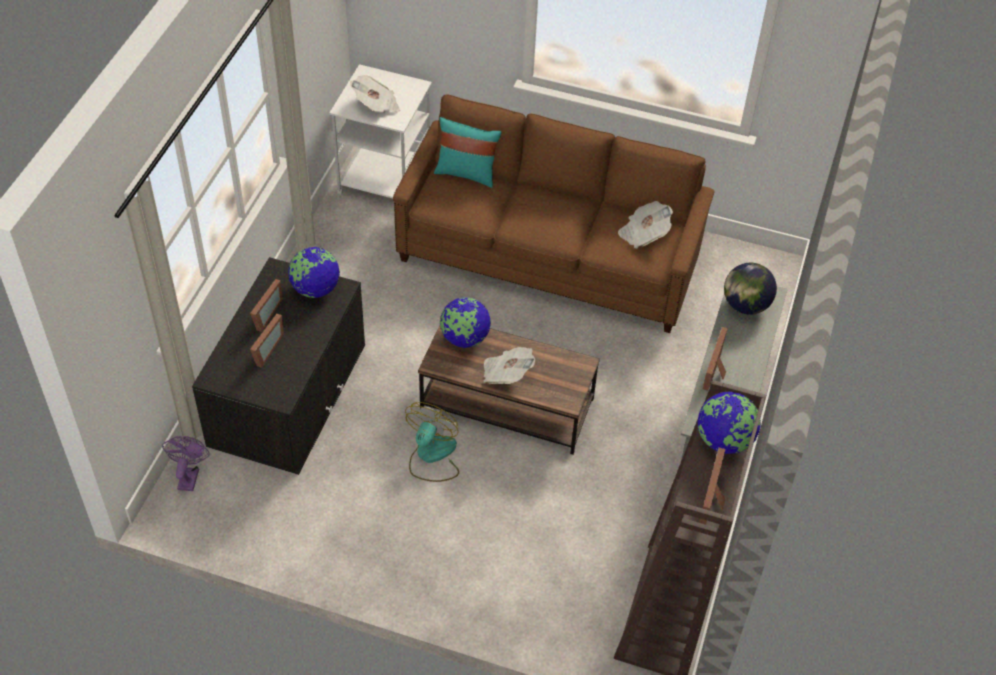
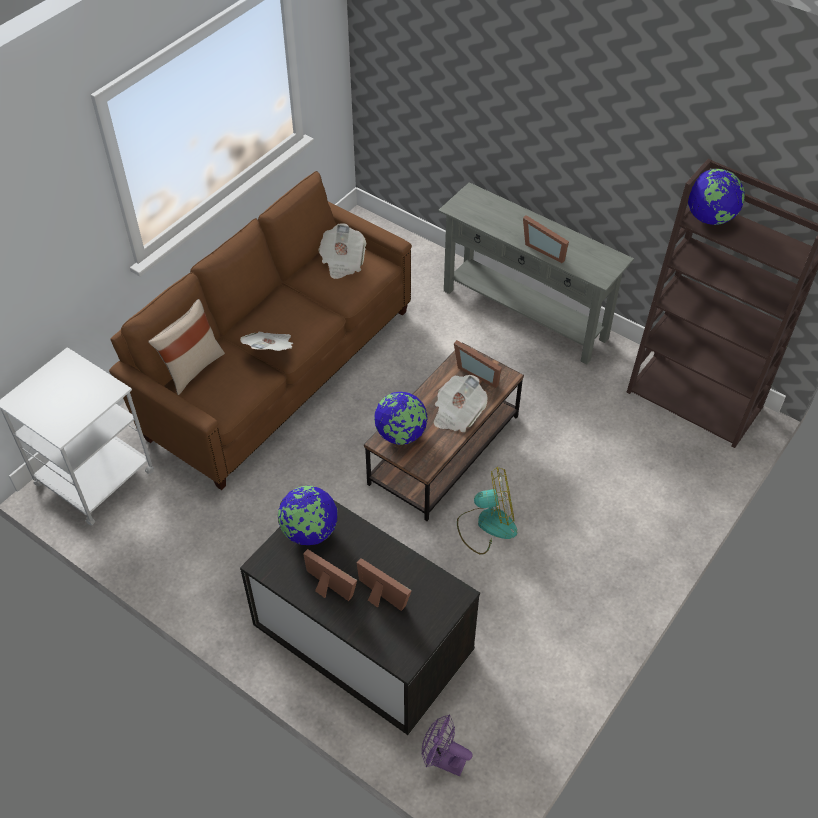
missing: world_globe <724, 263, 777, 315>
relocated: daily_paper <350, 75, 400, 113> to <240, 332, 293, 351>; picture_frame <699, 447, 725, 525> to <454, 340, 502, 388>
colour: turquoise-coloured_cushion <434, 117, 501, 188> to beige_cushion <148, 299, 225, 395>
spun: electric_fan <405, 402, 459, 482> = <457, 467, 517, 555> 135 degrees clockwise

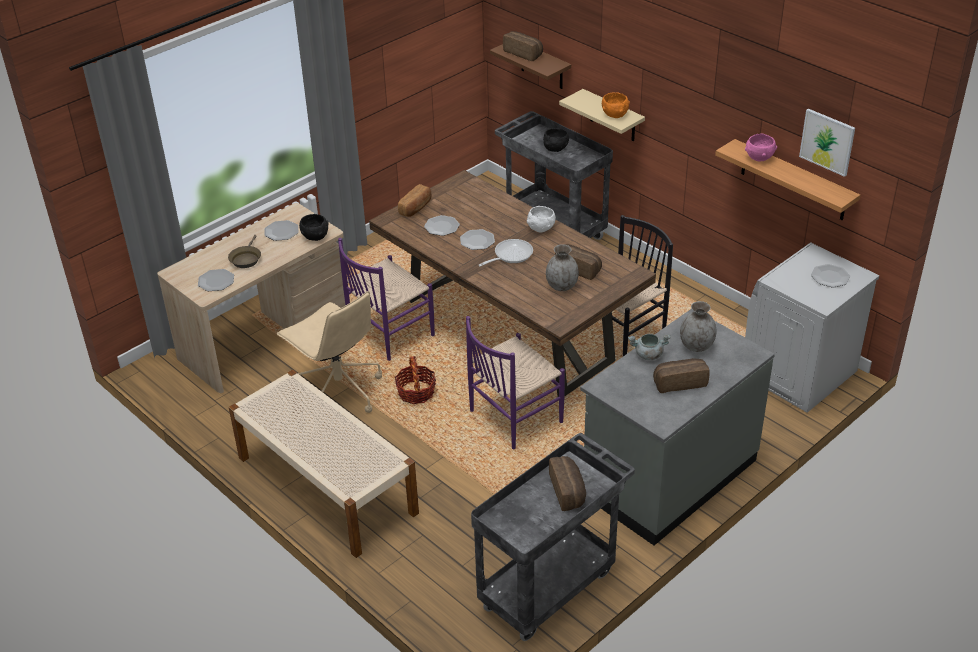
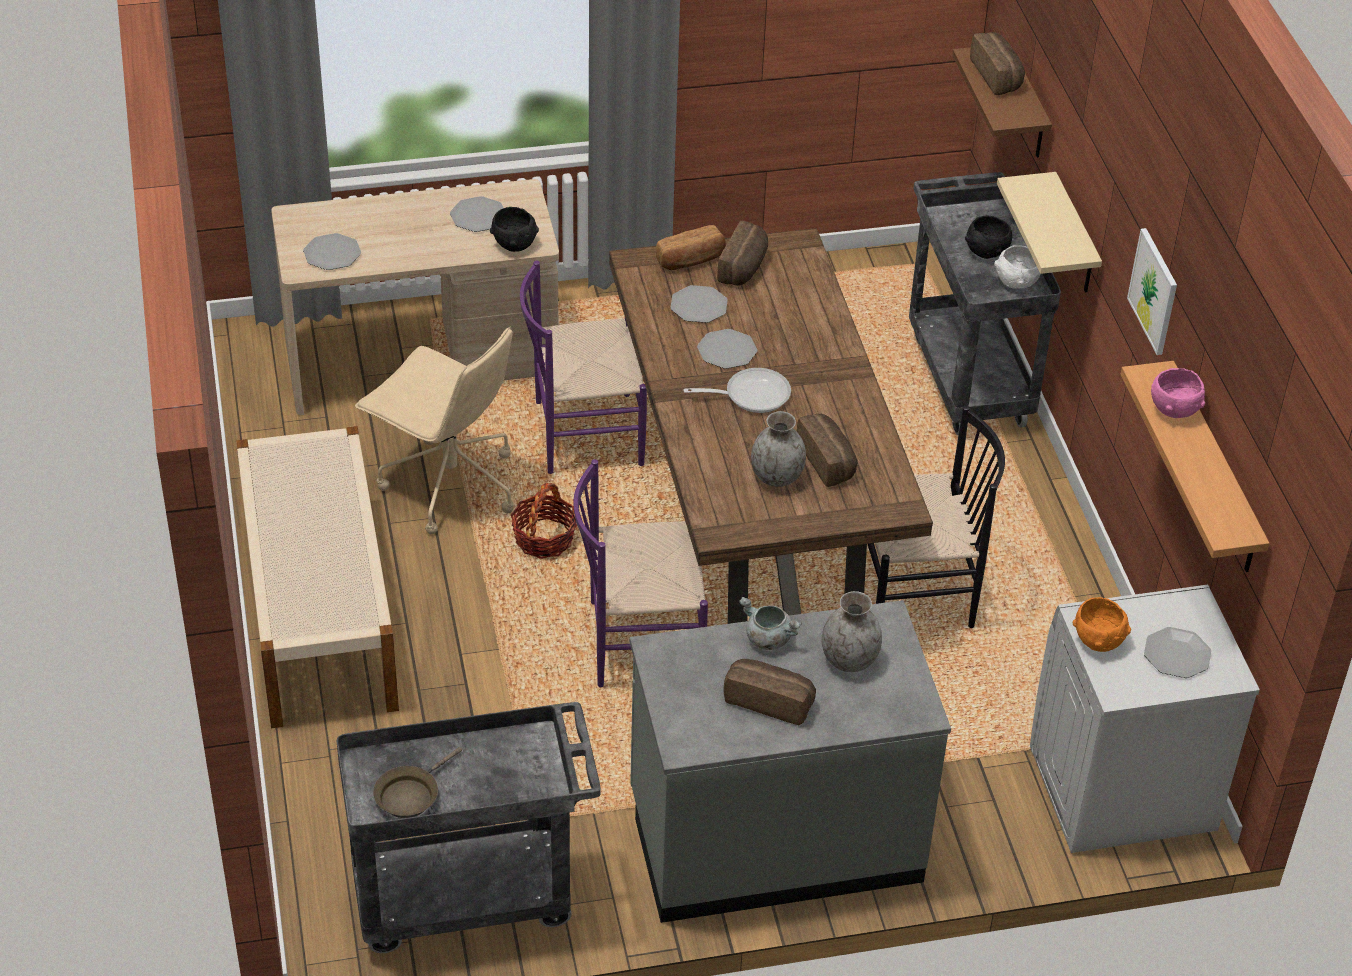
relocated: orange-coloured_serving_bowl <602, 92, 630, 118> to <1073, 597, 1131, 652>; wall_picture <799, 109, 855, 177> to <1127, 228, 1177, 355>; white-coloured_serving_bowl <527, 206, 556, 232> to <994, 245, 1041, 288>; brown_frying_pan <228, 235, 261, 268> to <373, 747, 462, 818>; baked_bread <549, 456, 586, 511> to <717, 221, 768, 286>
spun: beige_desk_chair <277, 291, 382, 415> = <355, 326, 514, 534> 45 degrees counterclockwise

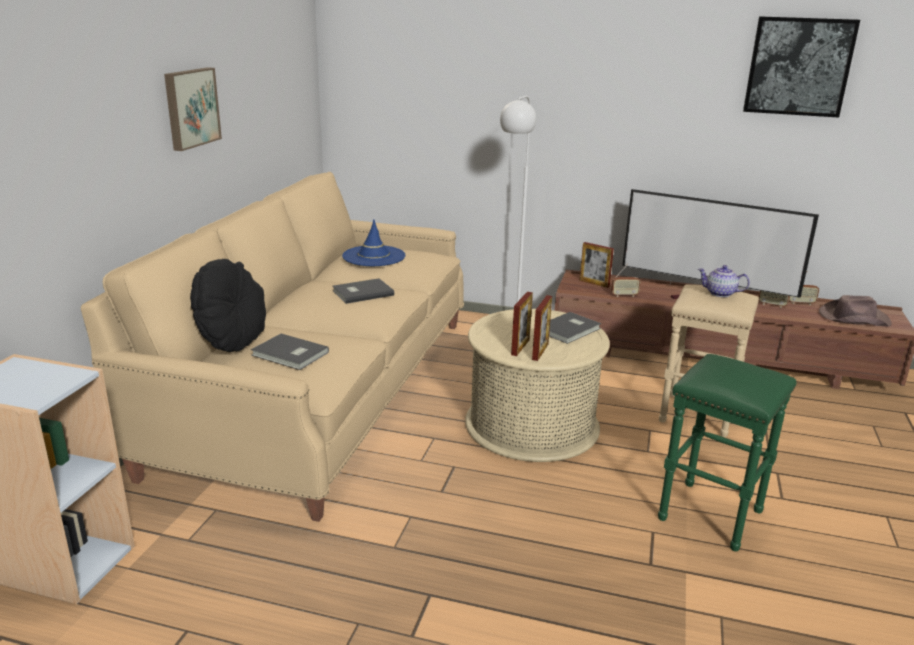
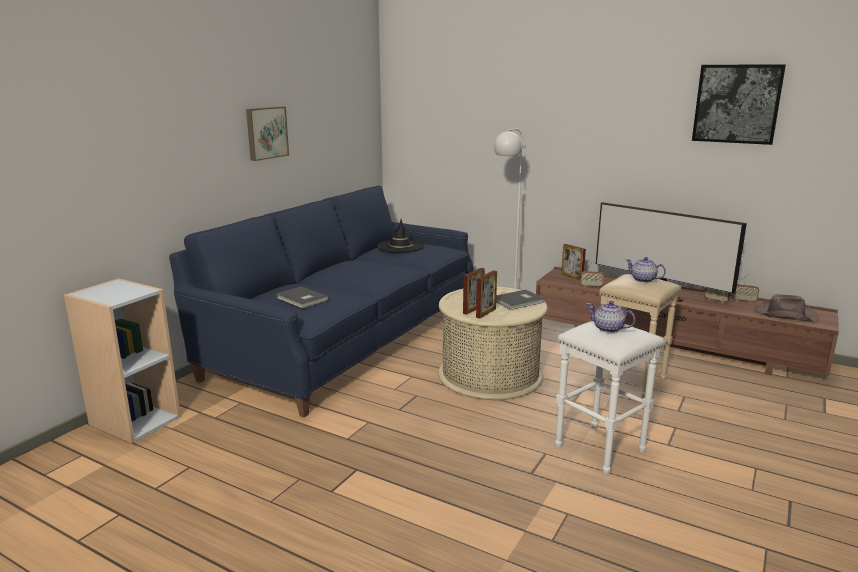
missing: blackish_cushion <190, 259, 266, 352>; grey_book <333, 278, 394, 304>
appeared: pot_for_tea <587, 301, 636, 333>
colour: beige_sofa <81, 172, 464, 522> to blue_sofa <169, 186, 474, 417>; blue_wearable_hat <342, 219, 405, 266> to blackish_wearable_hat <377, 219, 424, 253>; greenish_stool <658, 354, 796, 551> to white-coloured_stool <555, 321, 664, 474>

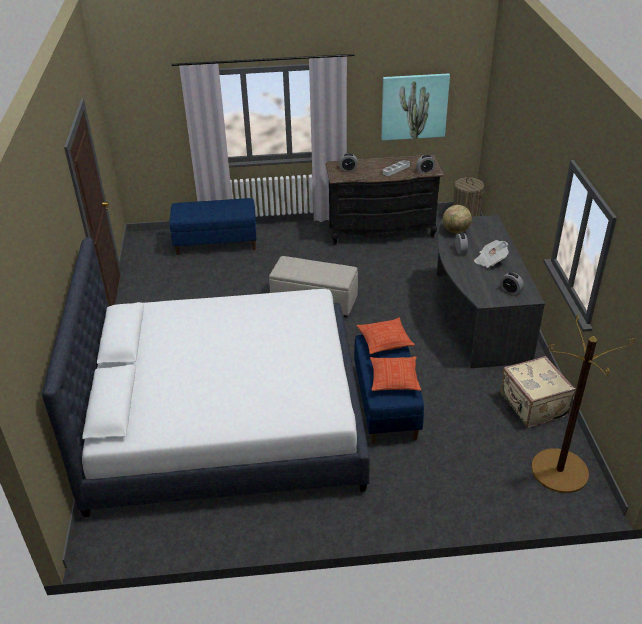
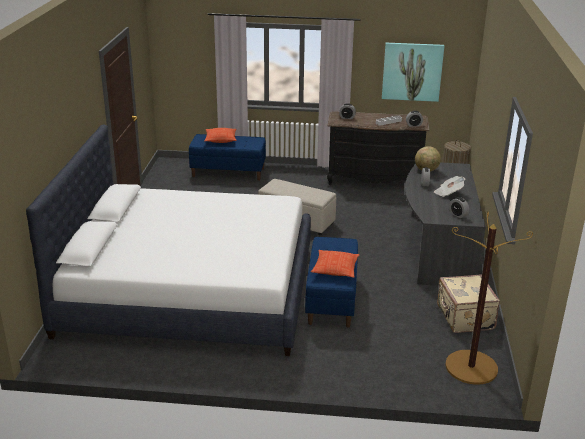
relocated: orange-coloured_cushion <357, 318, 415, 354> to <204, 128, 237, 143>

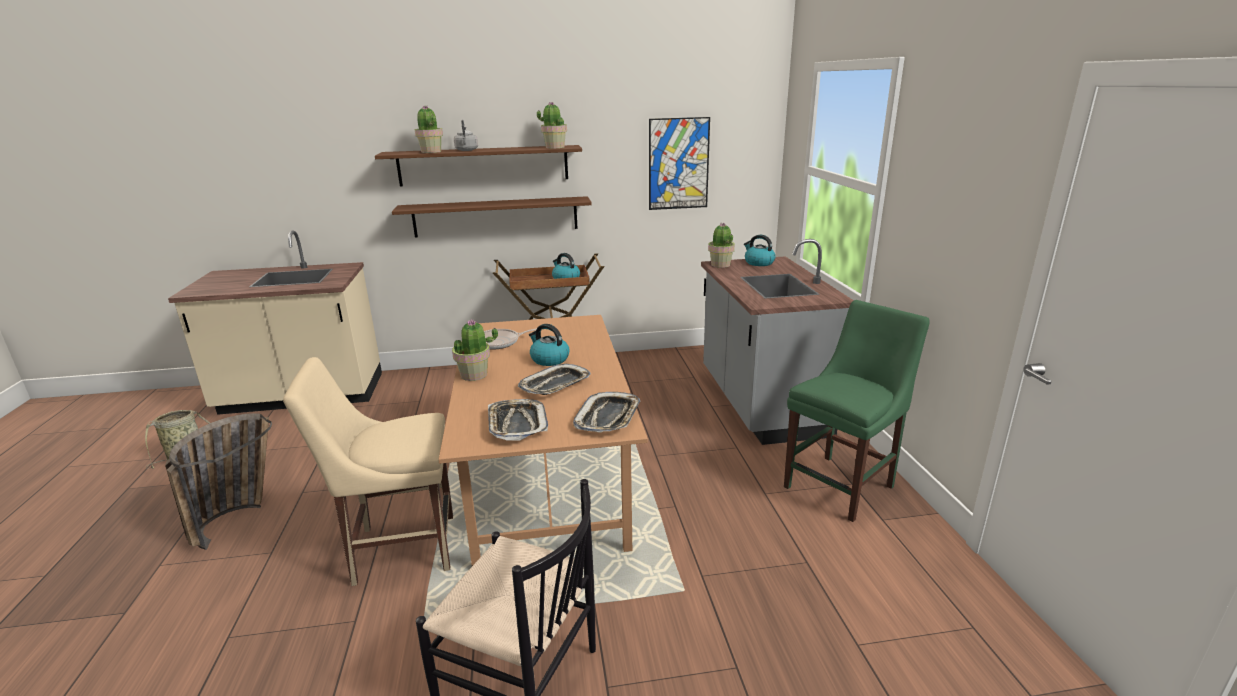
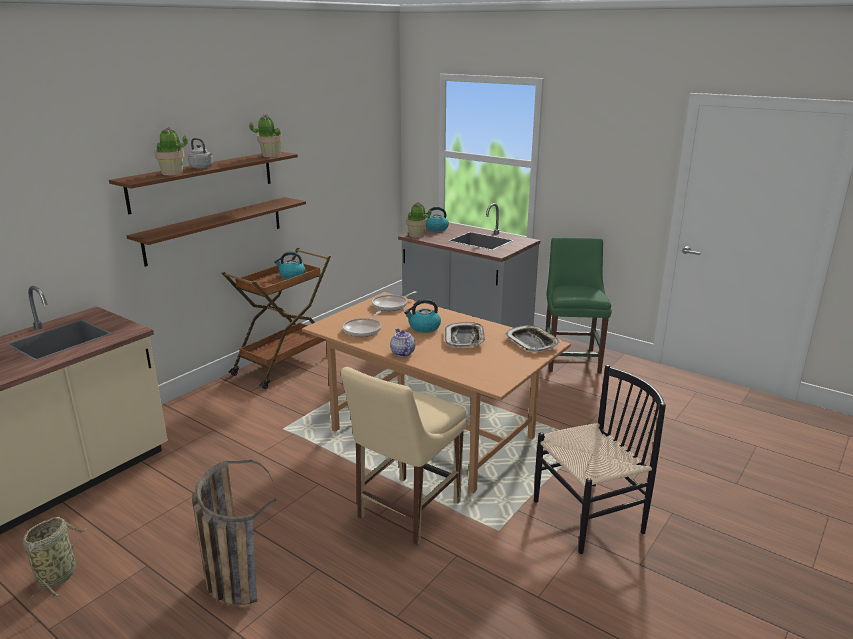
missing: wall_picture <649, 117, 710, 210>; carrying_tray <488, 399, 548, 441>
appeared: frying_pan <372, 291, 417, 311>
exchanged: houseplant <452, 319, 498, 381> to pot_for_tea <390, 329, 415, 357>

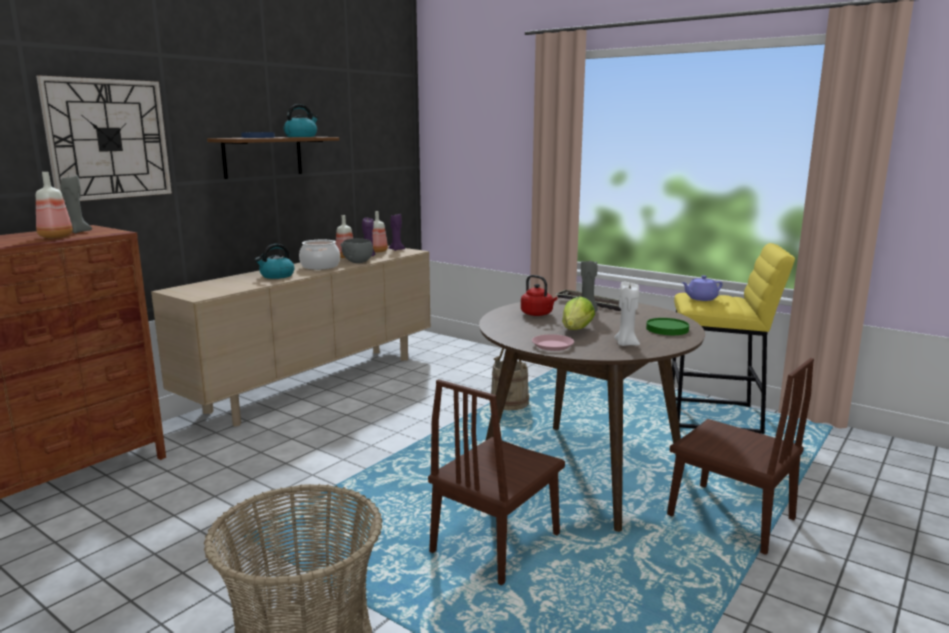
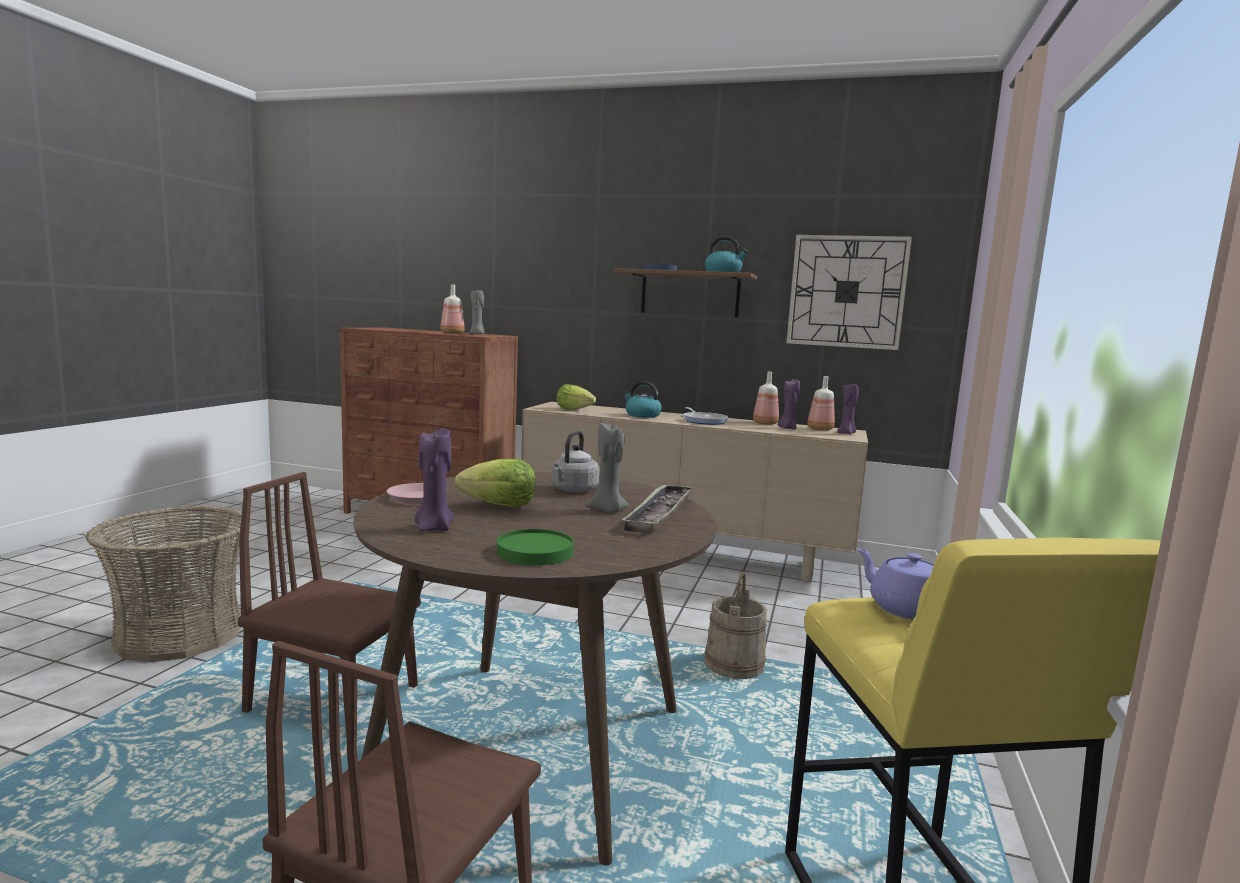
missing: grey_serving_bowl <340, 238, 373, 263>
appeared: lettuce <556, 384, 596, 410>
relocated: clock_on_the_wall <36, 75, 172, 202> to <786, 235, 912, 350>
exchanged: cooking_pot <299, 240, 340, 270> to frying_pan <684, 407, 728, 425>
colour: reddish_tea_kettle <521, 275, 557, 316> to grey_tea_kettle <552, 431, 599, 492>; white-coloured_wax_light <614, 282, 640, 346> to purple_wax_light <414, 428, 454, 531>

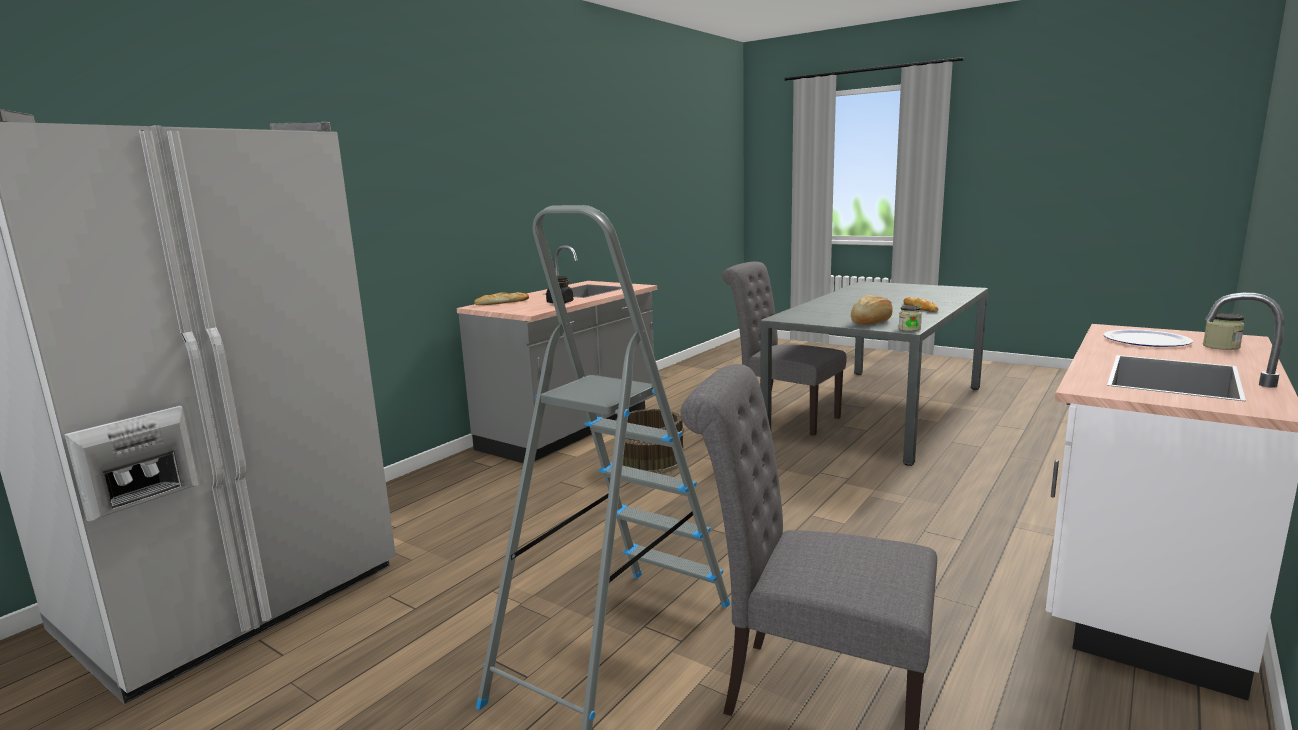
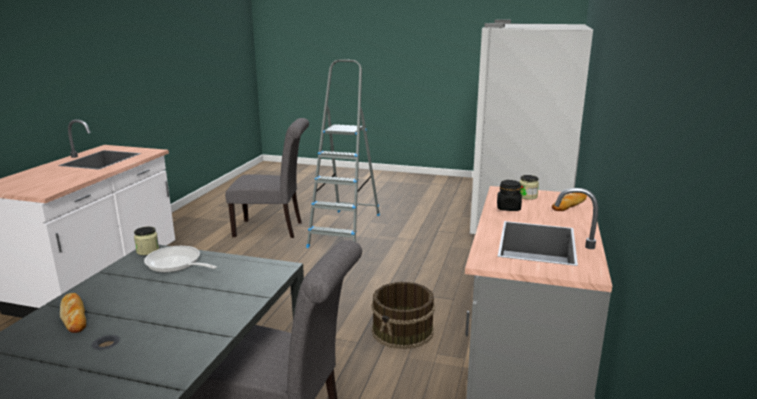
missing: dinner_plate <1104, 329, 1193, 347>
relocated: jar <1203, 313, 1244, 350> to <519, 175, 539, 200>
exchanged: baked_bread <851, 295, 892, 325> to frying_pan <144, 246, 217, 273>

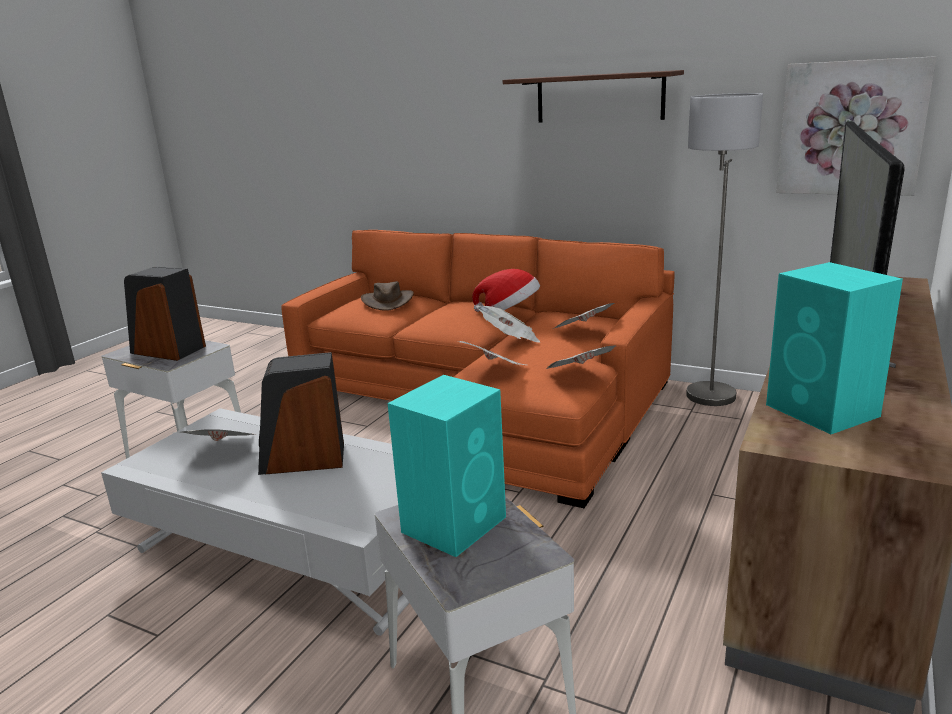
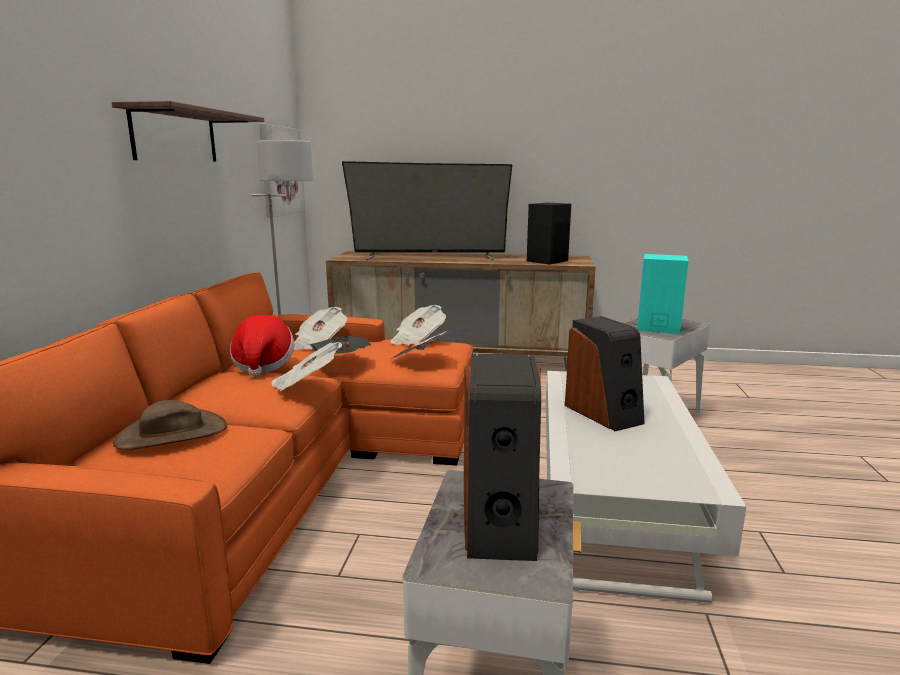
relocated: daily_paper <172, 429, 255, 441> to <271, 342, 342, 391>
colour: turquoise-coloured_speaker <766, 262, 903, 434> to blackish_speaker <527, 203, 571, 265>

